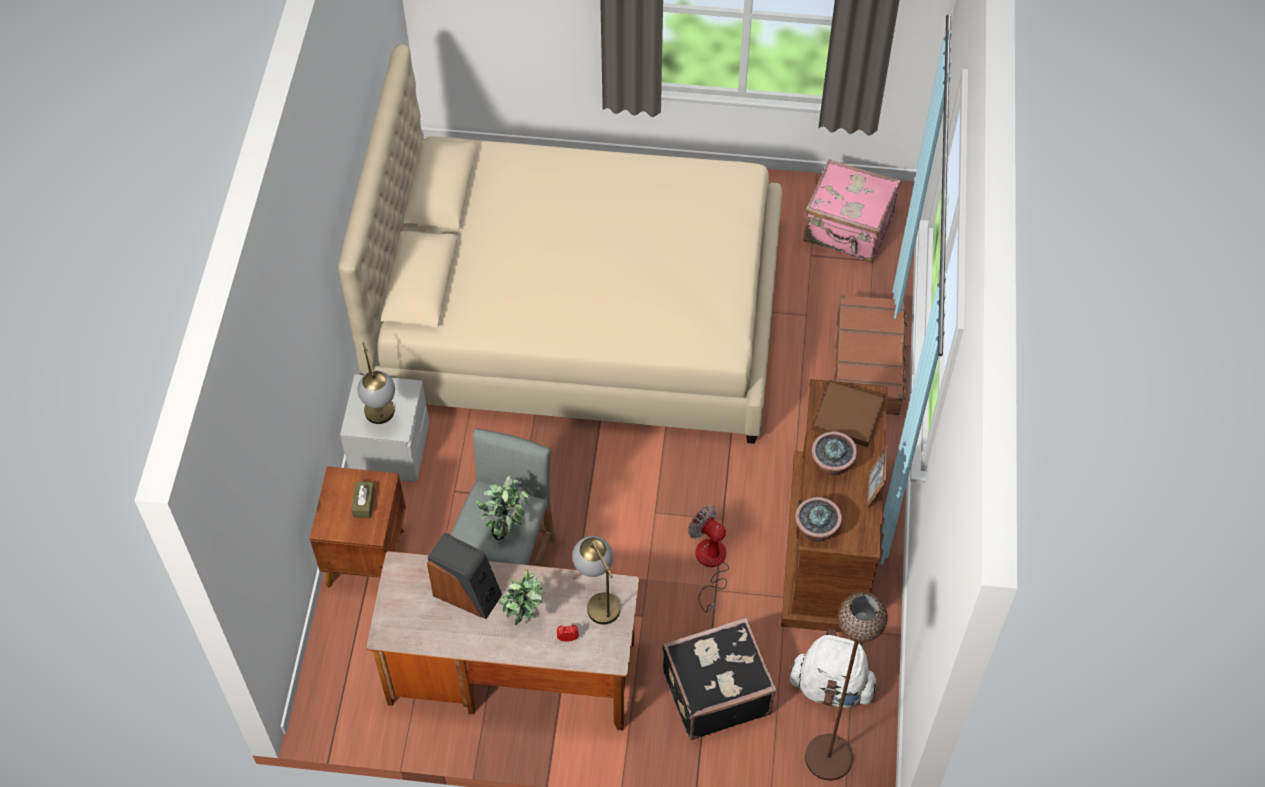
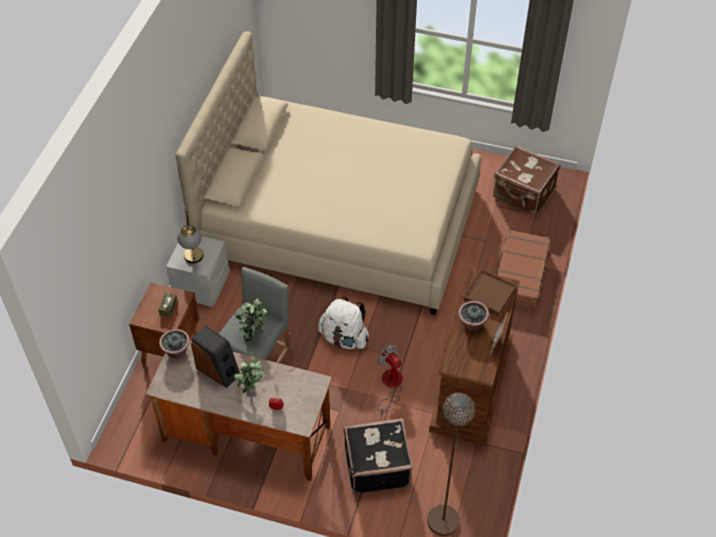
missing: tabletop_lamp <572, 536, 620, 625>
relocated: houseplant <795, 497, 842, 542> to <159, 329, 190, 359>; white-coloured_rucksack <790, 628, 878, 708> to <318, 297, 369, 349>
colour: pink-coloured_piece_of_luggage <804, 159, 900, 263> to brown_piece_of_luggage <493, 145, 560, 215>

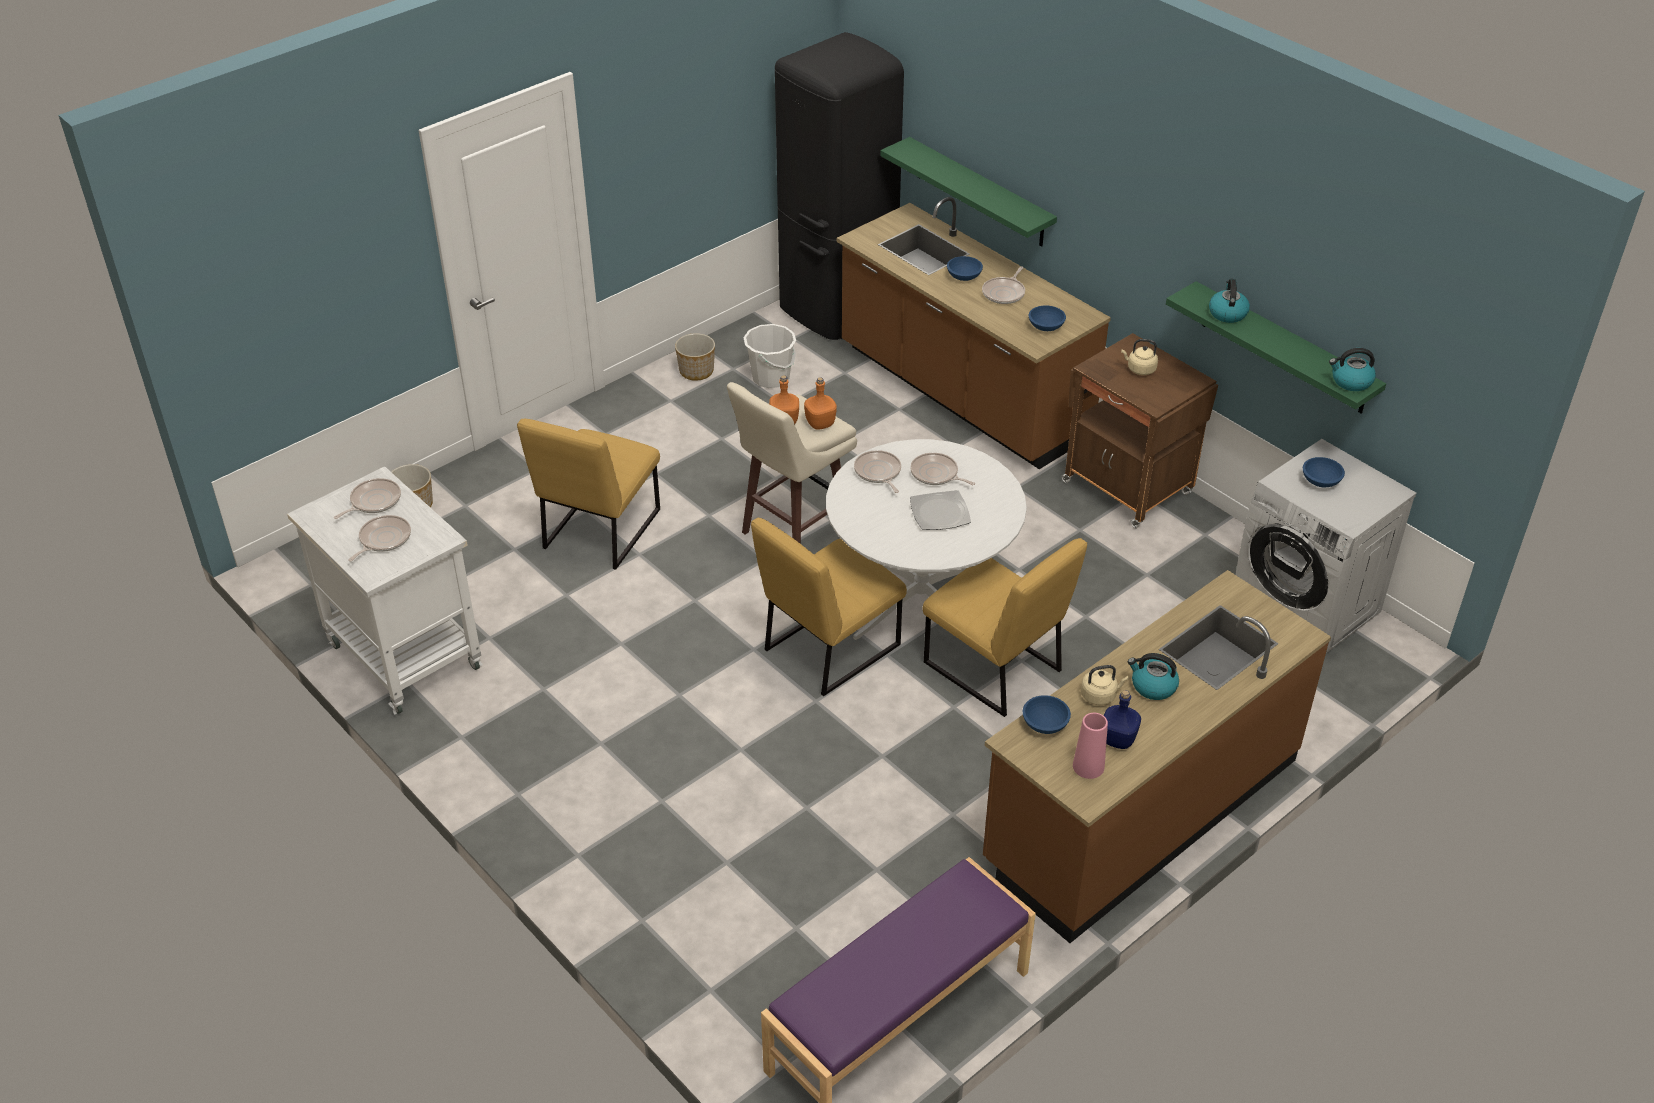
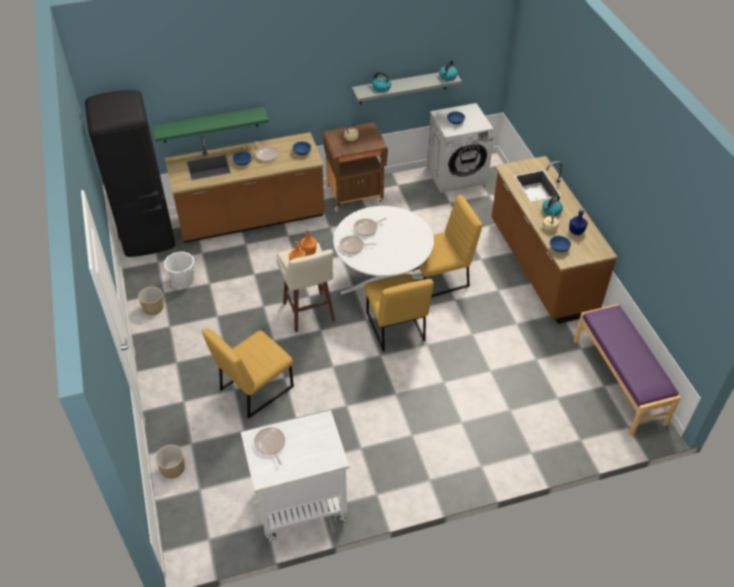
missing: dinner_plate <910, 490, 971, 530>; frying_pan <348, 515, 411, 561>; pink-coloured_decorative_vase <1073, 713, 1108, 779>
colour: greenish_shelf <1166, 281, 1386, 414> to grey_shelf <352, 72, 462, 104>
spun: yellow_plain_chair <517, 419, 660, 570> = <202, 328, 294, 418> 90 degrees clockwise

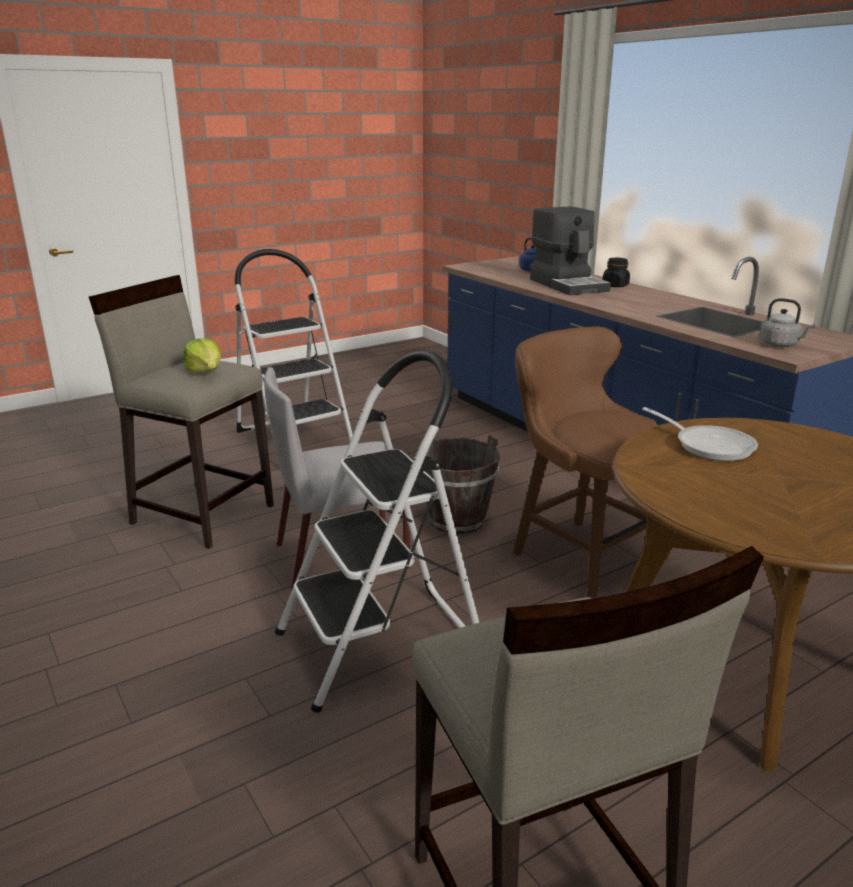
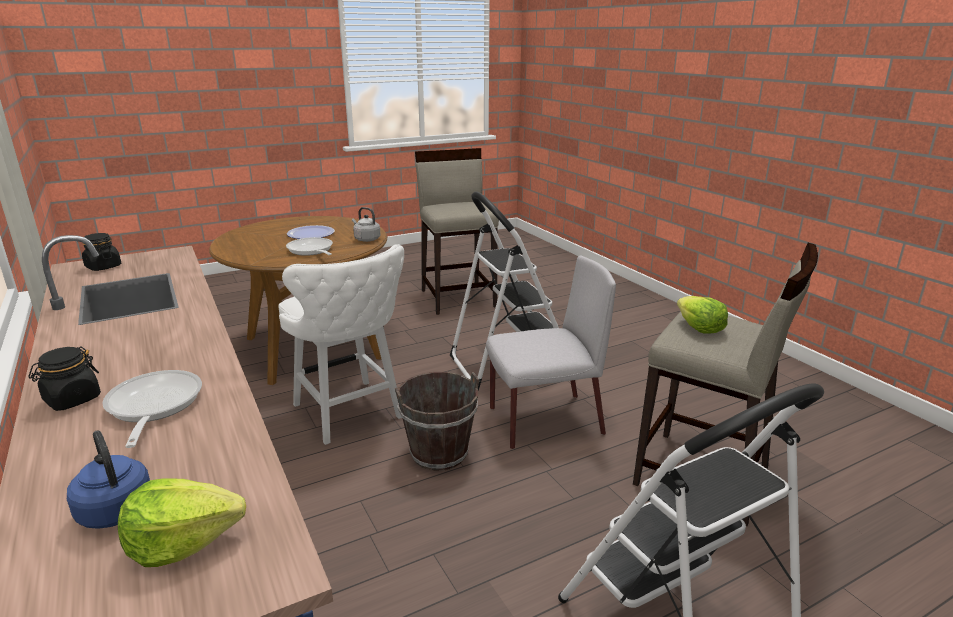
appeared: dinner_plate <287, 225, 335, 239>; blackish_jar <82, 233, 121, 271>; lettuce <118, 479, 246, 567>
relocated: grey_tea_kettle <759, 298, 815, 347> to <352, 207, 380, 242>
exchanged: coffee_machine <530, 206, 611, 295> to frying_pan <102, 370, 202, 448>
colour: brown_stool <513, 326, 658, 599> to white-coloured_stool <279, 244, 404, 445>

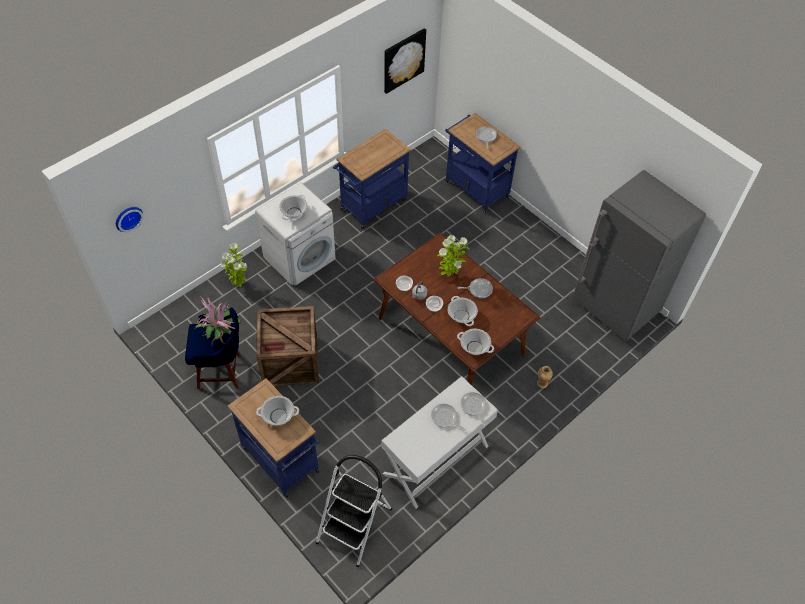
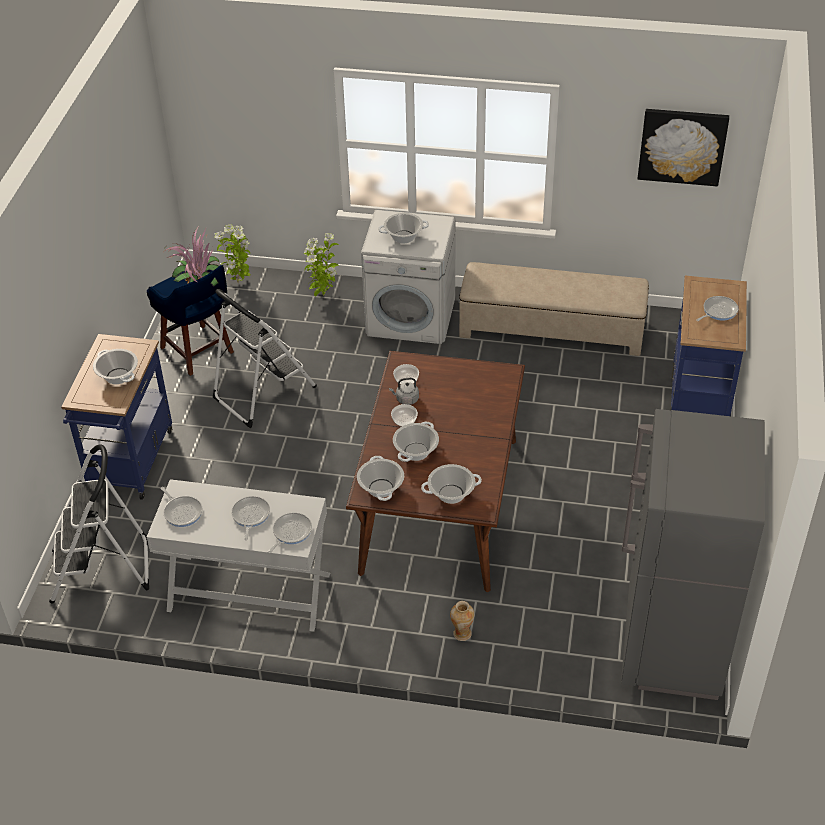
missing: clock_on_the_wall <116, 207, 143, 232>
appeared: cooking_pot <421, 464, 482, 504>
relocated: houseplant <436, 235, 469, 276> to <214, 224, 251, 284>; frying_pan <457, 278, 493, 298> to <161, 487, 202, 527>
exchanged: blue_cart <333, 129, 411, 229> to beige_long_seat <459, 262, 649, 356>; shipping_crate <257, 306, 319, 386> to step_stool <213, 289, 317, 428>

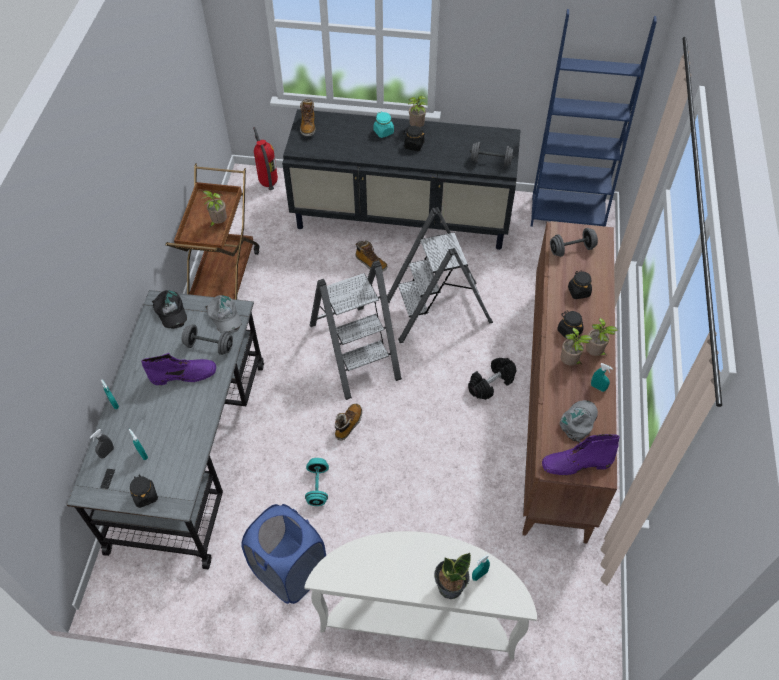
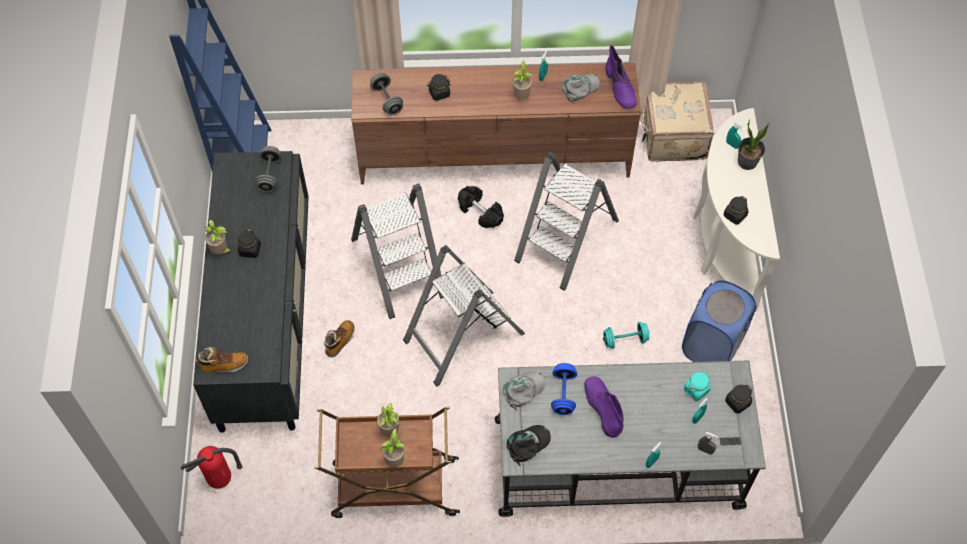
missing: high-top_boot <335, 404, 362, 441>
appeared: beige_piece_of_luggage <642, 81, 714, 162>; grey_step_stool <514, 151, 619, 291>
relocated: turquoise-coloured_jar <373, 111, 394, 138> to <684, 372, 711, 401>; blackish_jar <557, 311, 583, 339> to <724, 196, 748, 224>; houseplant <586, 318, 618, 356> to <381, 428, 405, 467>
colour: grey_hand_weight <182, 324, 233, 355> to blue_hand_weight <551, 363, 577, 415>
spun: grey_baseball_cap <560, 400, 598, 443> = <562, 74, 600, 104> 120 degrees clockwise

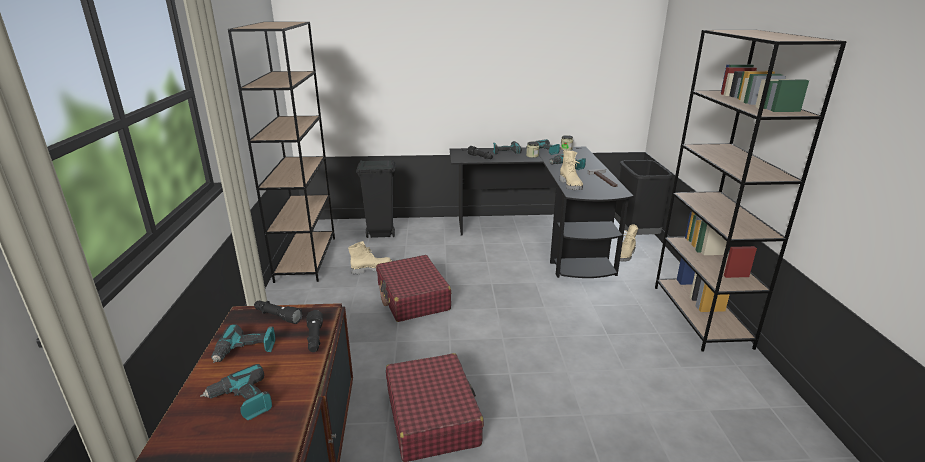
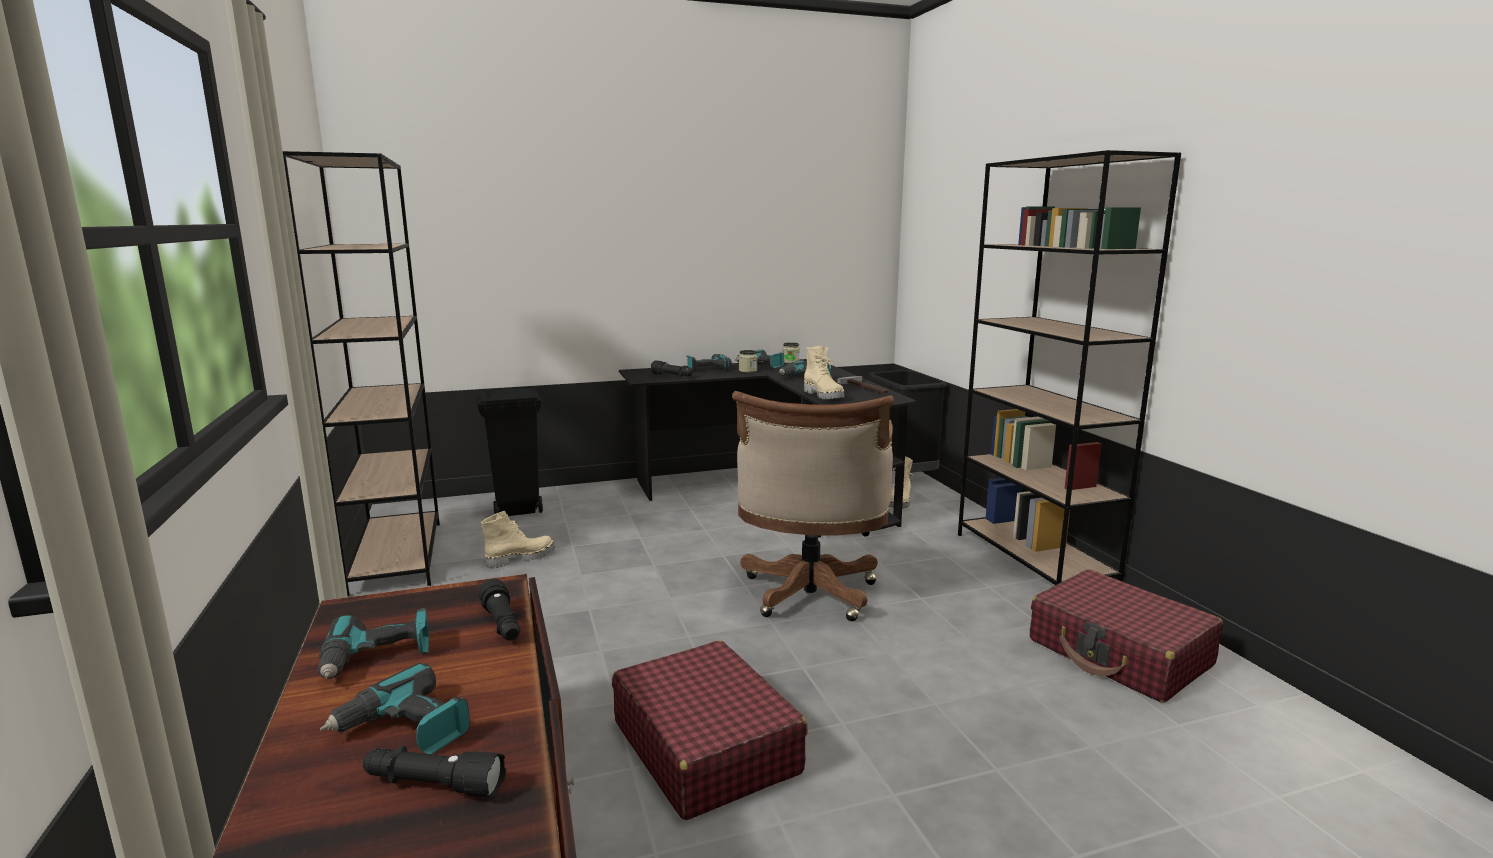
appeared: desk_chair <732, 391, 894, 621>
relocated: reddish_piece_of_luggage <376, 255, 451, 322> to <1030, 569, 1223, 703>; blackish_torch <254, 300, 303, 324> to <363, 746, 506, 798>

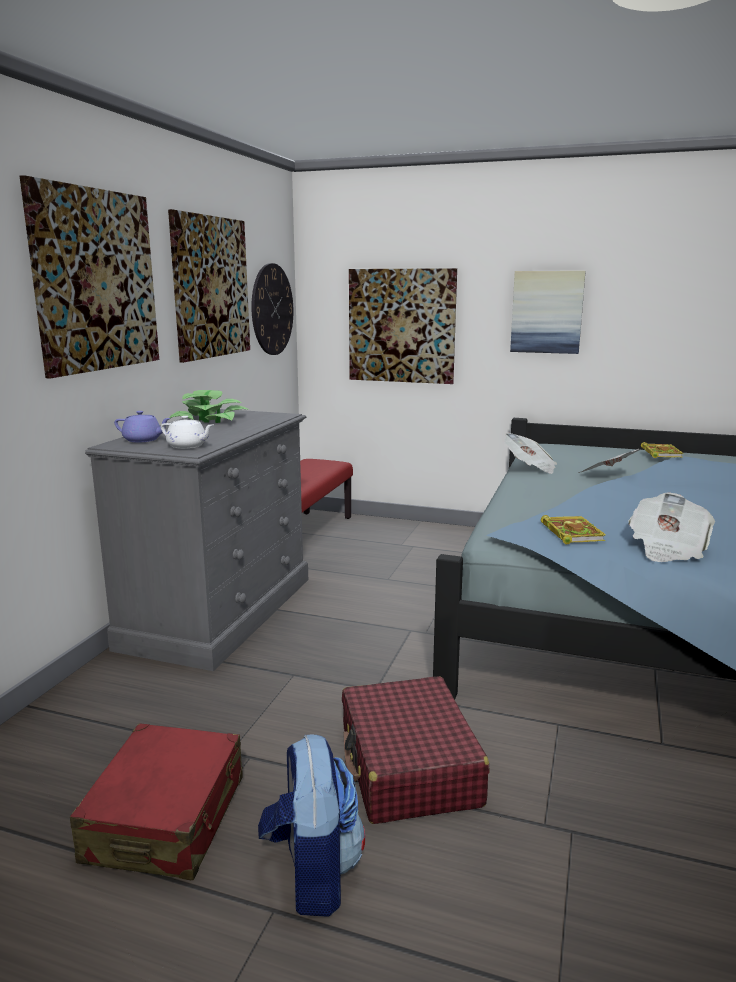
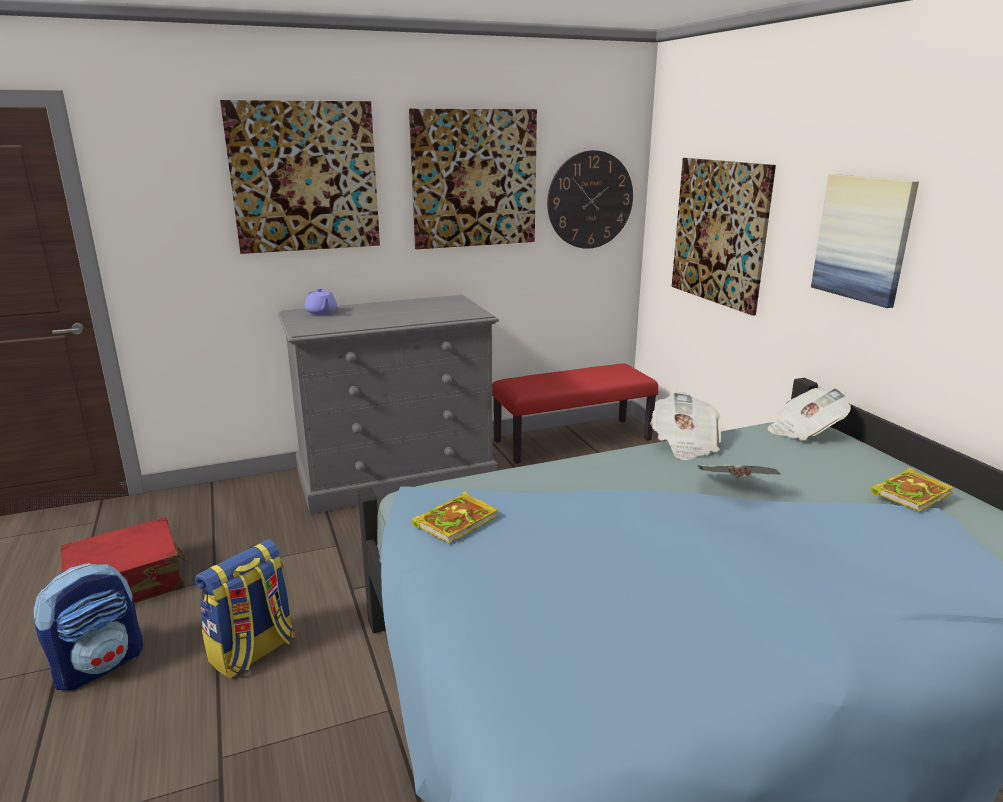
missing: houseplant <169, 390, 247, 423>; white-coloured_pot_for_tea <161, 416, 213, 449>
relocated: daily_paper <628, 493, 715, 562> to <768, 388, 851, 441>
exchanged: reddish_piece_of_luggage <342, 676, 490, 824> to rucksack <195, 539, 295, 679>

